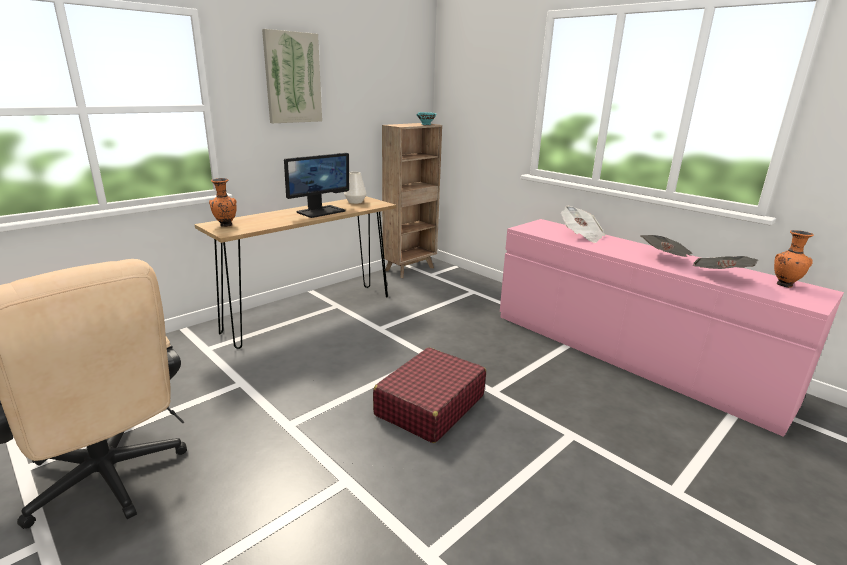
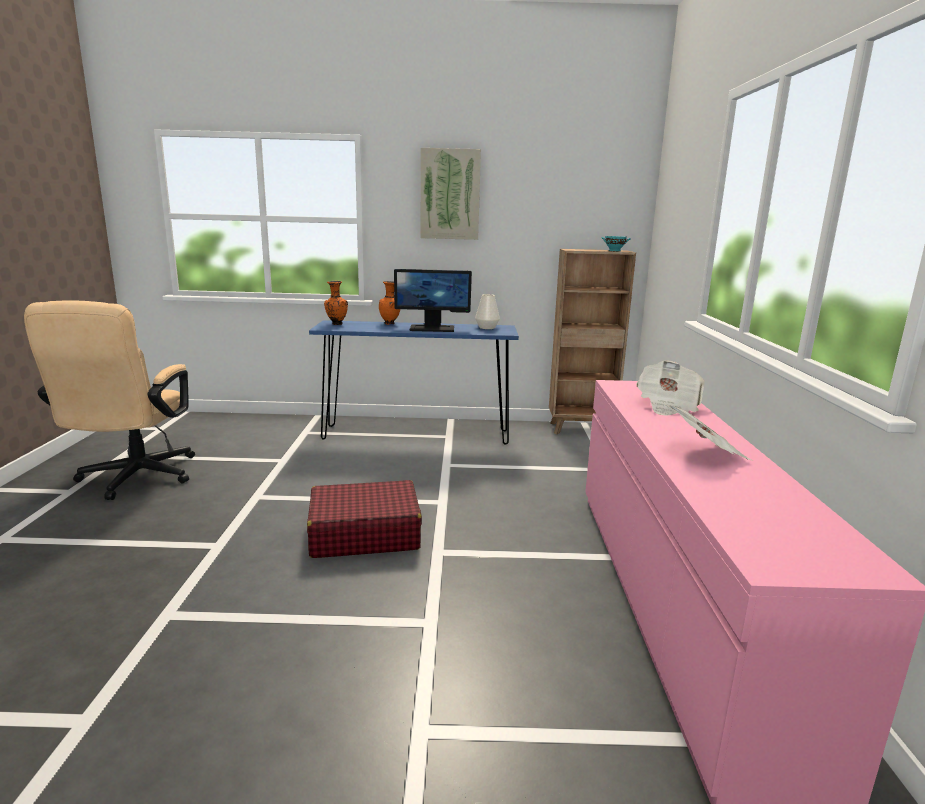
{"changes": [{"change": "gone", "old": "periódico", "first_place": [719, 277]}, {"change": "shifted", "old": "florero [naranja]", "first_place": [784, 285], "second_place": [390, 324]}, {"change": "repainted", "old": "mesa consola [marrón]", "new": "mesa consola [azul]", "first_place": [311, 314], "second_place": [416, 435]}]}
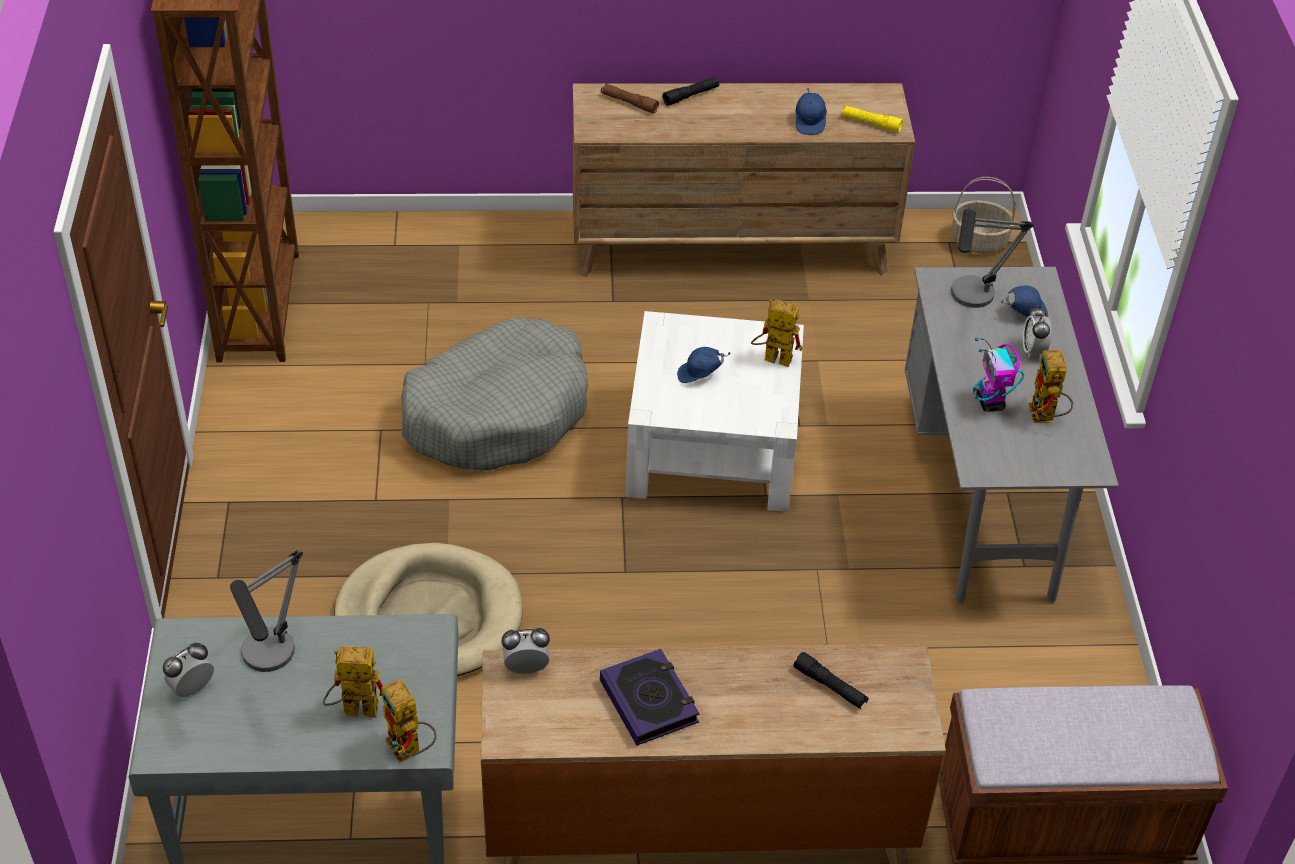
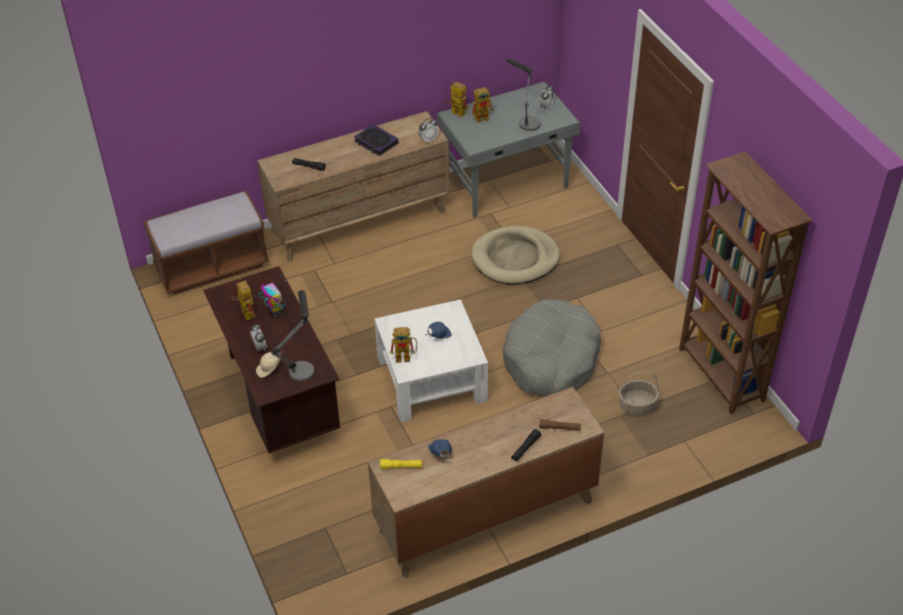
{"changes": [{"change": "shifted", "old": "cesta", "first_place": [979, 241], "second_place": [636, 405]}, {"change": "repainted", "old": "escritorio [gris]", "new": "escritorio [marrón]", "first_place": [983, 496], "second_place": [279, 399]}, {"change": "repainted", "old": "gorra [azul]", "new": "gorra [beis]", "first_place": [1024, 312], "second_place": [269, 369]}]}
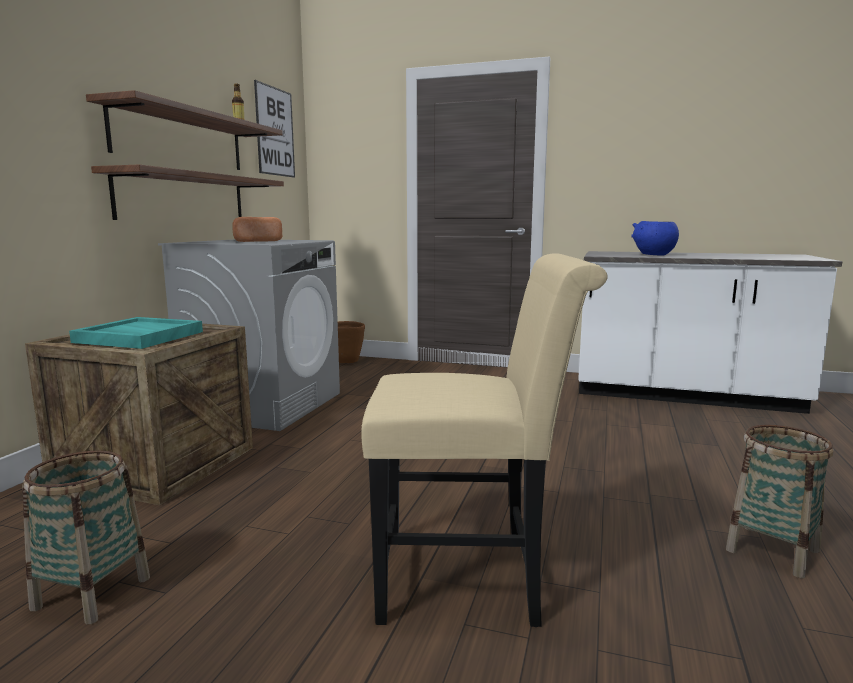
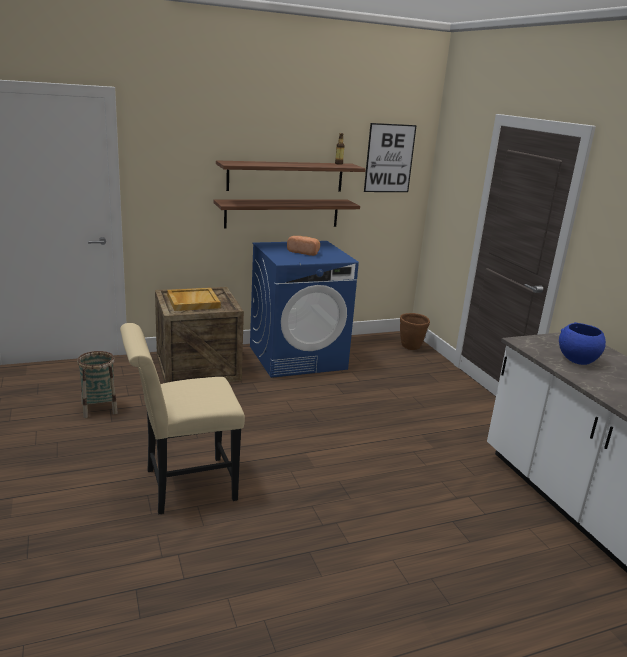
{"changes": [{"change": "gone", "old": "cesta", "first_place": [772, 550]}, {"change": "repainted", "old": "bandeja [turquesa]", "new": "bandeja [beis]", "first_place": [138, 337], "second_place": [192, 301]}, {"change": "repainted", "old": "lavadora [gris]", "new": "lavadora [azul]", "first_place": [264, 405], "second_place": [298, 357]}, {"change": "rotated", "old": "silla [beis]", "first_place": [472, 577], "second_place": [183, 486], "degrees": 105}]}
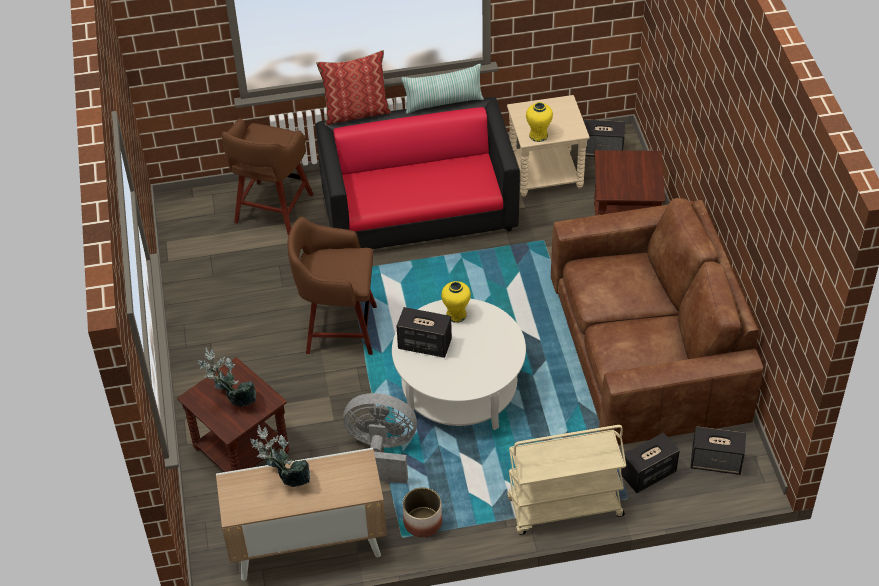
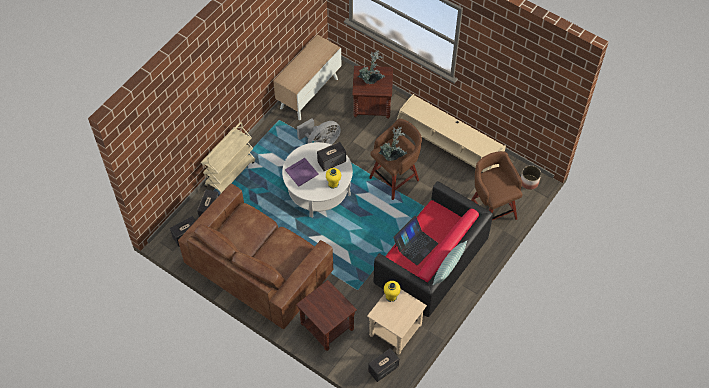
{"changes": [{"change": "gone", "old": "cojín", "first_place": [356, 112]}, {"change": "new", "new": "bandeja [morado]", "second_place": [301, 172]}, {"change": "new", "new": "portátil", "second_place": [415, 245]}, {"change": "new", "new": "mueble de televisión [beis]", "second_place": [448, 146]}, {"change": "shifted", "old": "planta en maceta", "first_place": [285, 479], "second_place": [392, 156]}, {"change": "shifted", "old": "maceta", "first_place": [422, 522], "second_place": [529, 182]}]}
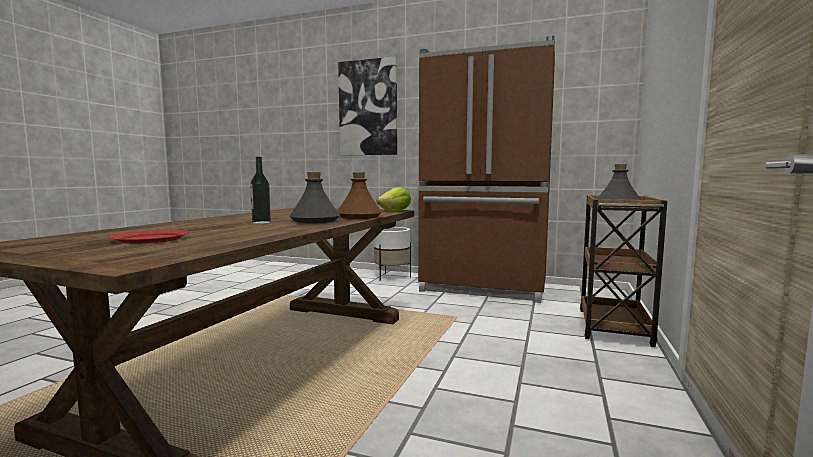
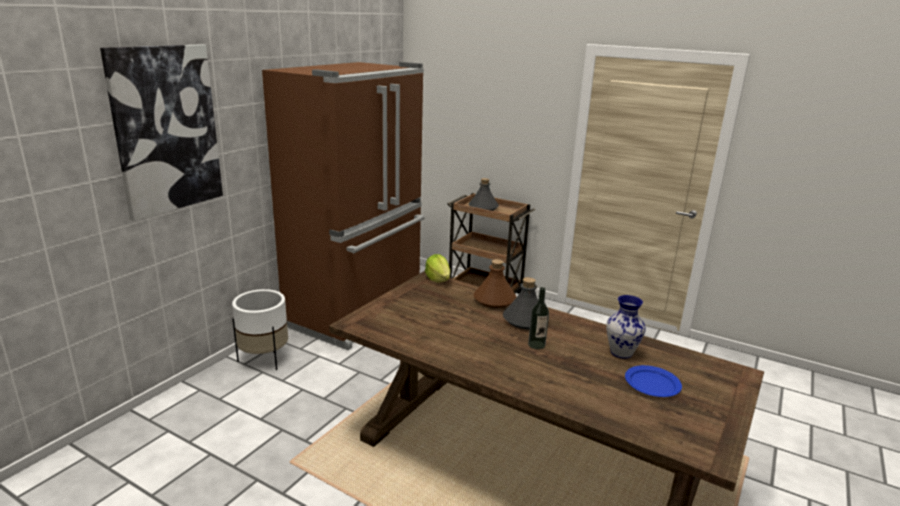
{"changes": [{"change": "new", "new": "florero", "second_place": [620, 352]}, {"change": "repainted", "old": "plato [rojo]", "new": "plato [azul]", "first_place": [151, 239], "second_place": [652, 383]}]}
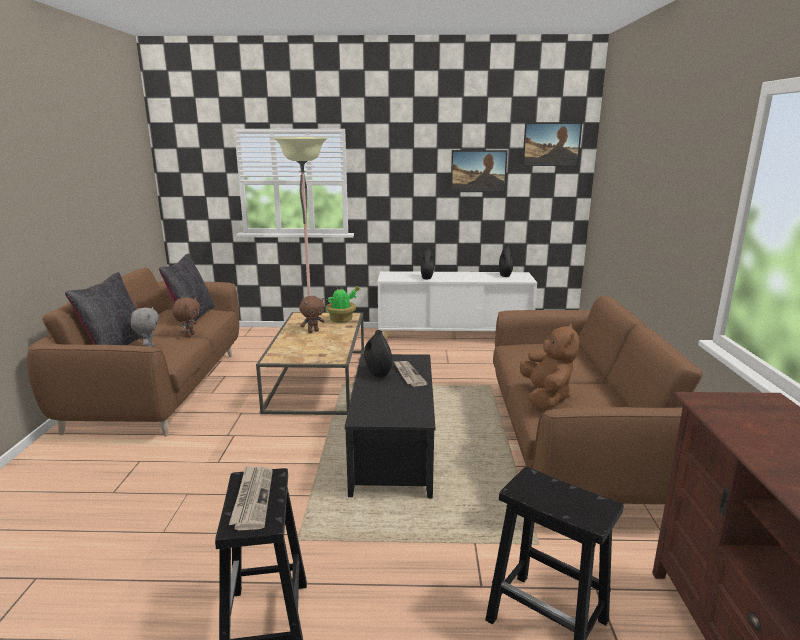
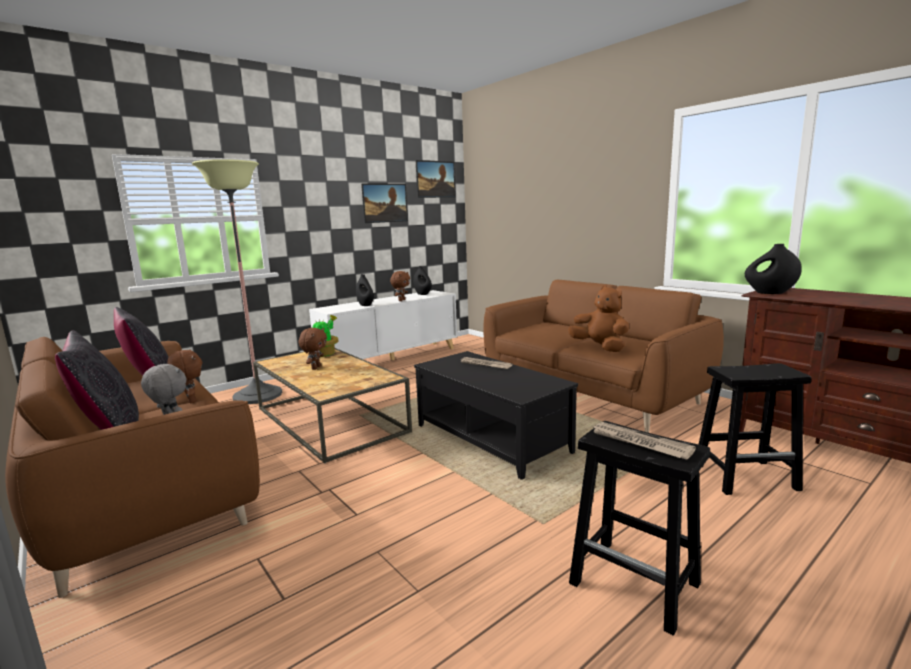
{"changes": [{"change": "new", "new": "peluche [marrón]", "second_place": [401, 300]}, {"change": "shifted", "old": "florero [negro]", "first_place": [377, 373], "second_place": [770, 293]}]}
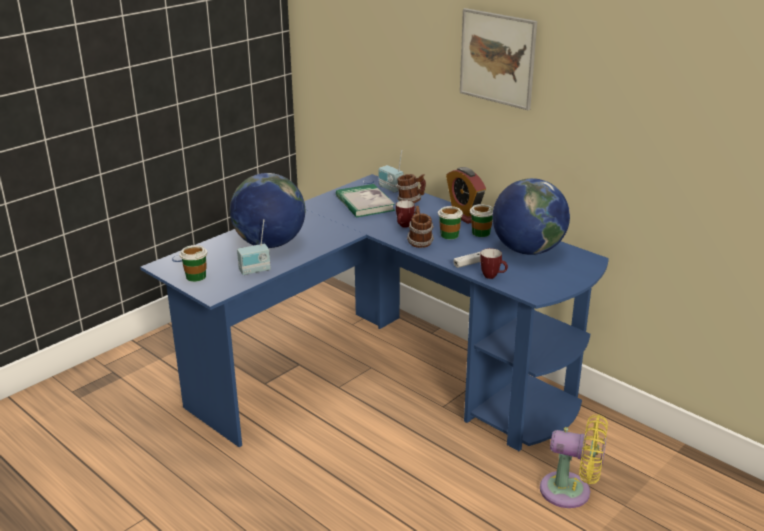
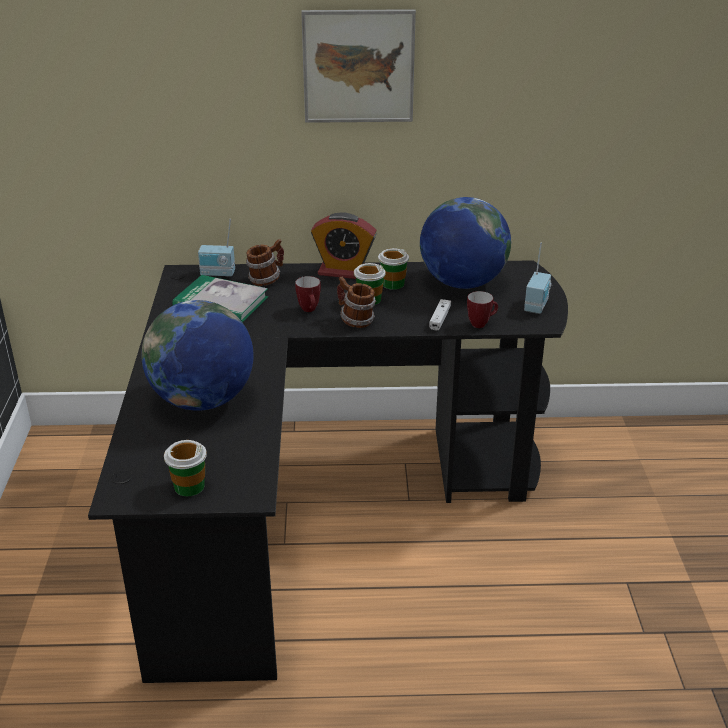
{"changes": [{"change": "gone", "old": "ventilador [amarillo]", "first_place": [571, 492]}, {"change": "shifted", "old": "radio", "first_place": [255, 271], "second_place": [537, 306]}, {"change": "repainted", "old": "escritorio [azul]", "new": "escritorio [negro]", "first_place": [384, 379], "second_place": [317, 506]}]}
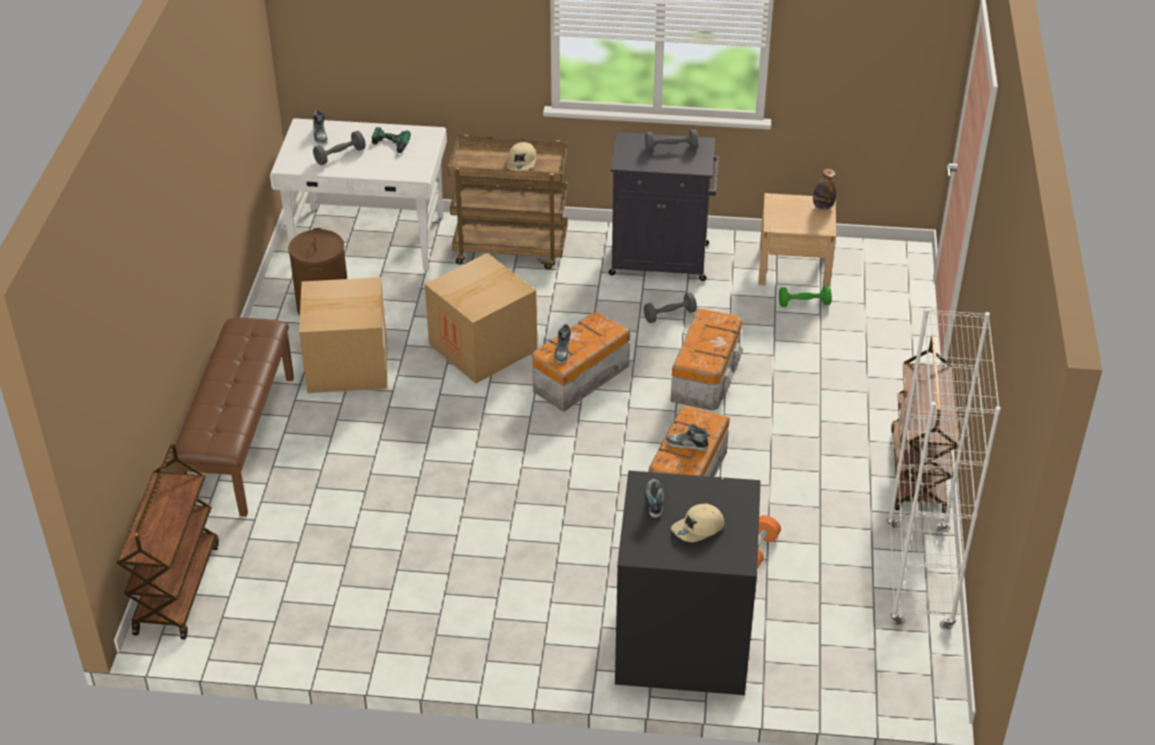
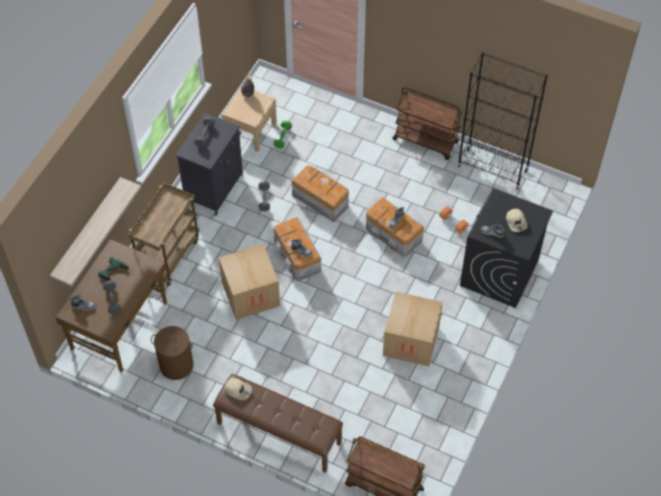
{"changes": [{"change": "new", "new": "estante", "second_place": [87, 231]}, {"change": "shifted", "old": "caja de cartón", "first_place": [347, 364], "second_place": [411, 340]}, {"change": "shifted", "old": "gorra [beis]", "first_place": [522, 162], "second_place": [238, 390]}, {"change": "repainted", "old": "escritorio [blanco]", "new": "escritorio [marrón]", "first_place": [369, 239], "second_place": [120, 325]}, {"change": "repainted", "old": "estantería [blanco]", "new": "estantería [negro]", "first_place": [918, 578], "second_place": [492, 168]}]}
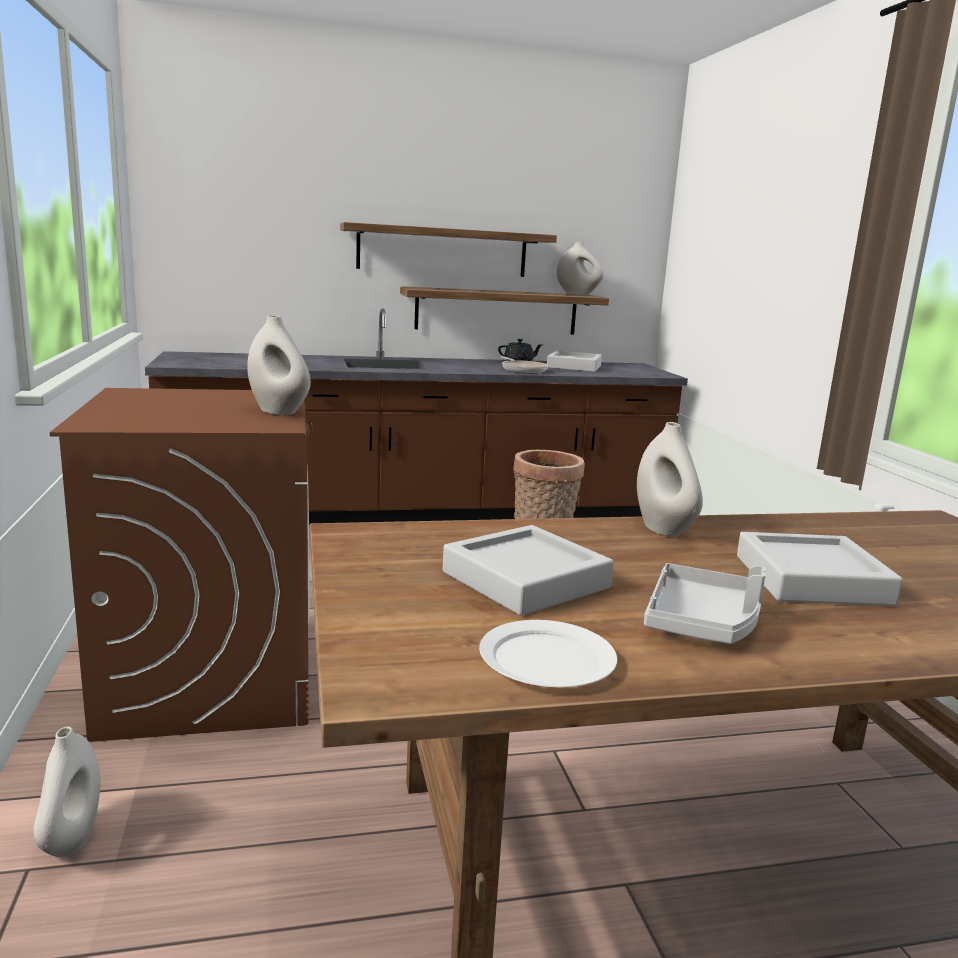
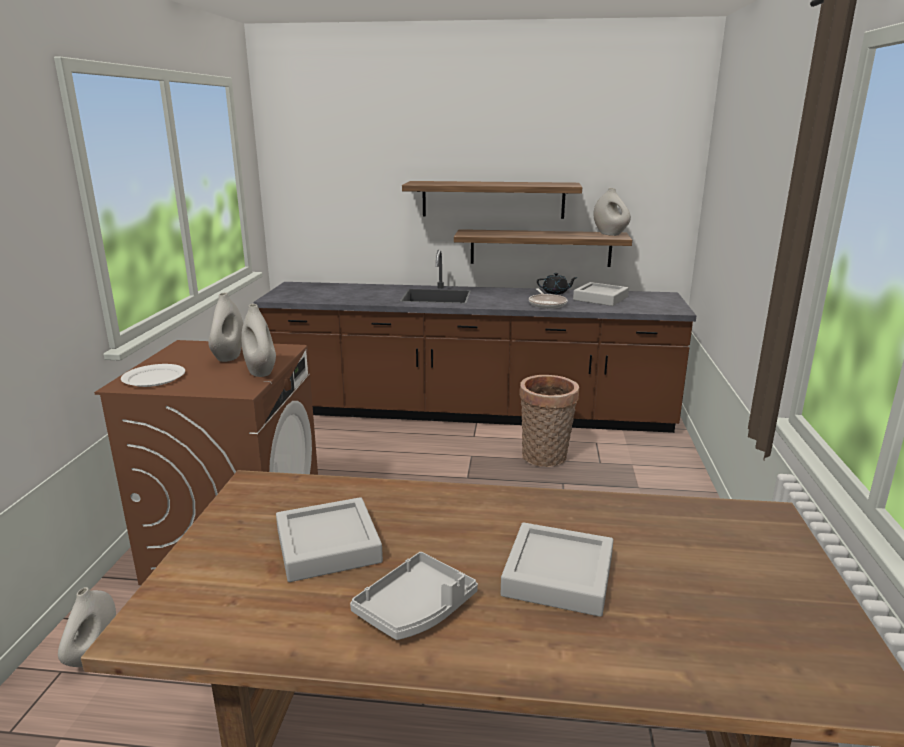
{"changes": [{"change": "shifted", "old": "plato [blanco]", "first_place": [546, 659], "second_place": [154, 378]}, {"change": "shifted", "old": "florero [blanco]", "first_place": [663, 529], "second_place": [229, 357]}]}
